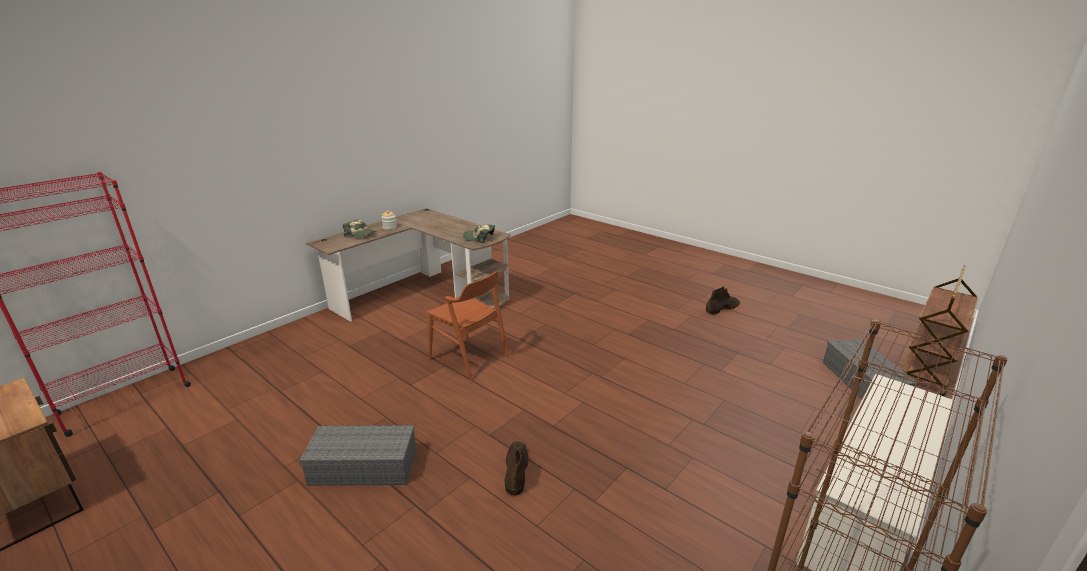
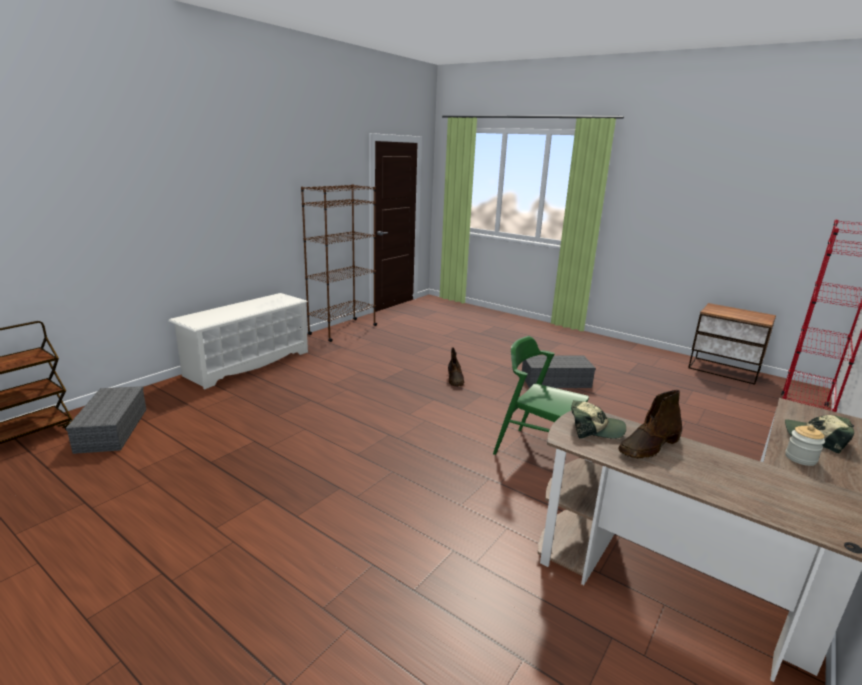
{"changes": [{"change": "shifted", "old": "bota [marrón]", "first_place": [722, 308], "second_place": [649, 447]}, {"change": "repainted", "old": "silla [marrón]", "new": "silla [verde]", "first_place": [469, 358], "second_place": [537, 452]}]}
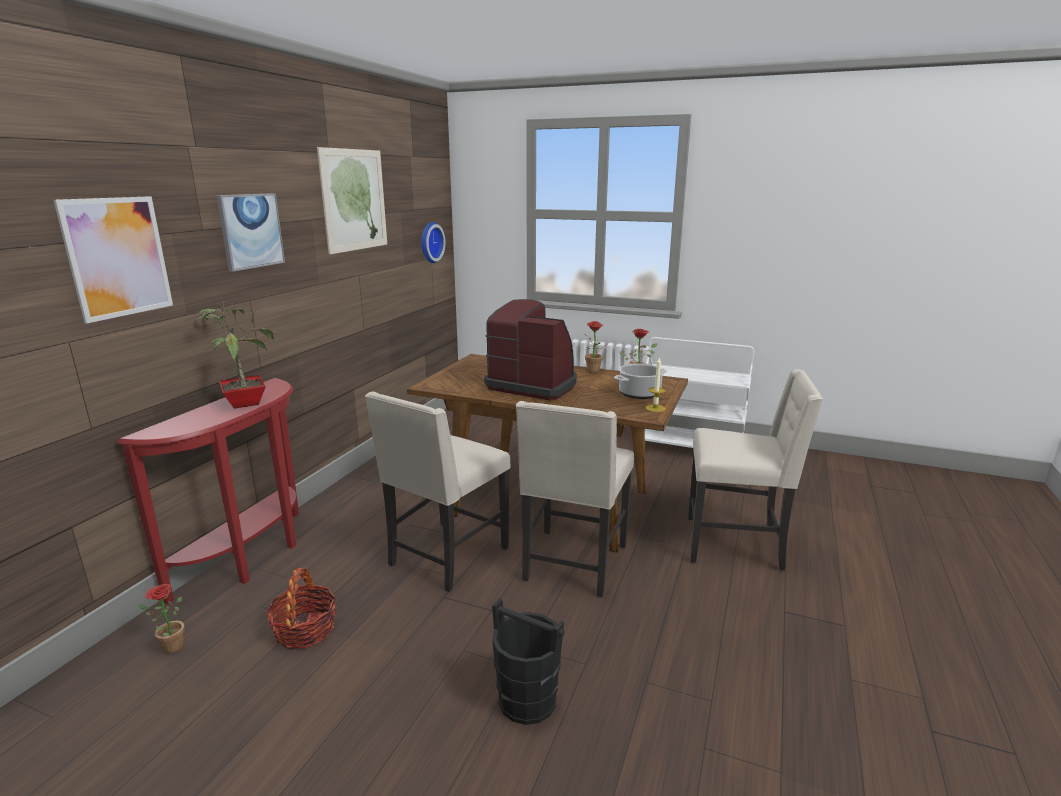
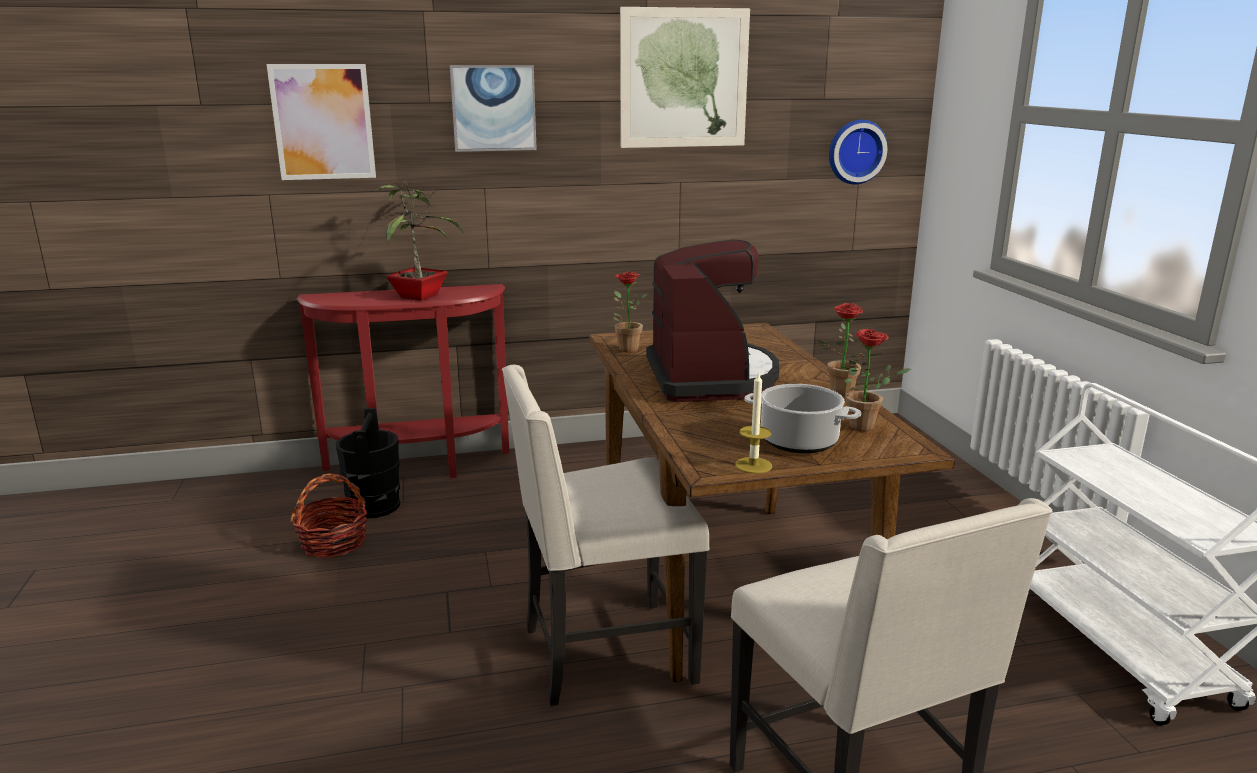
{"changes": [{"change": "gone", "old": "silla [beis]", "first_place": [446, 557]}, {"change": "shifted", "old": "planta en maceta", "first_place": [169, 648], "second_place": [625, 348]}, {"change": "shifted", "old": "cubo [negro]", "first_place": [527, 700], "second_place": [374, 506]}]}
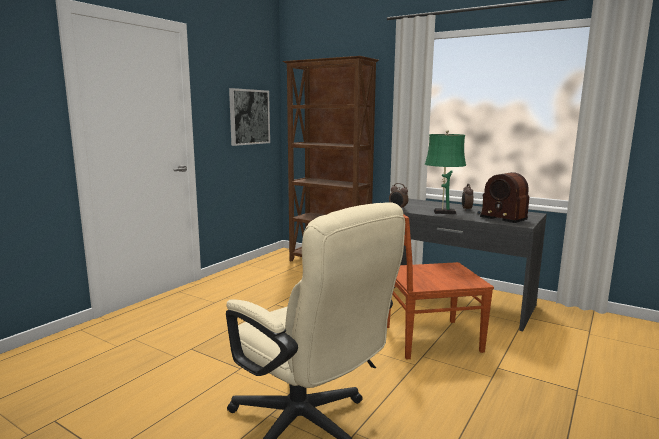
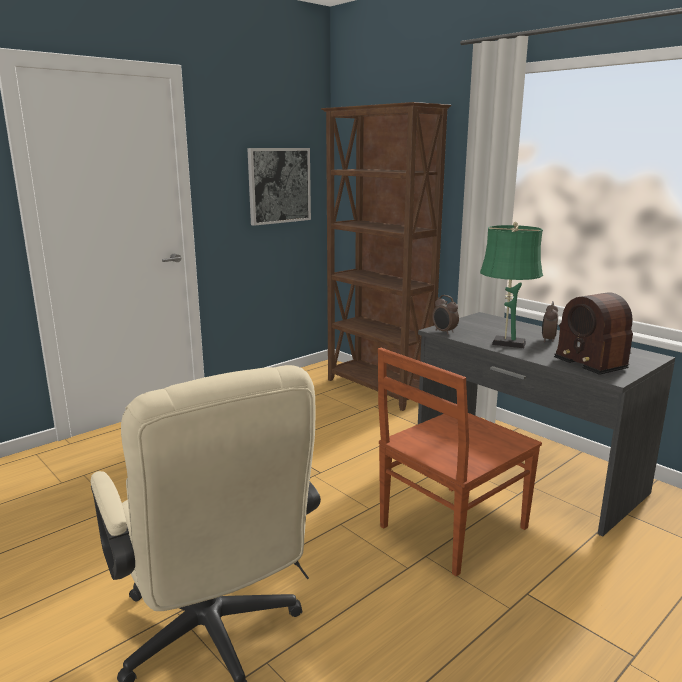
{"changes": [{"change": "rotated", "old": "silla [marrón]", "first_place": [429, 338], "second_place": [450, 528], "degrees": -45}]}
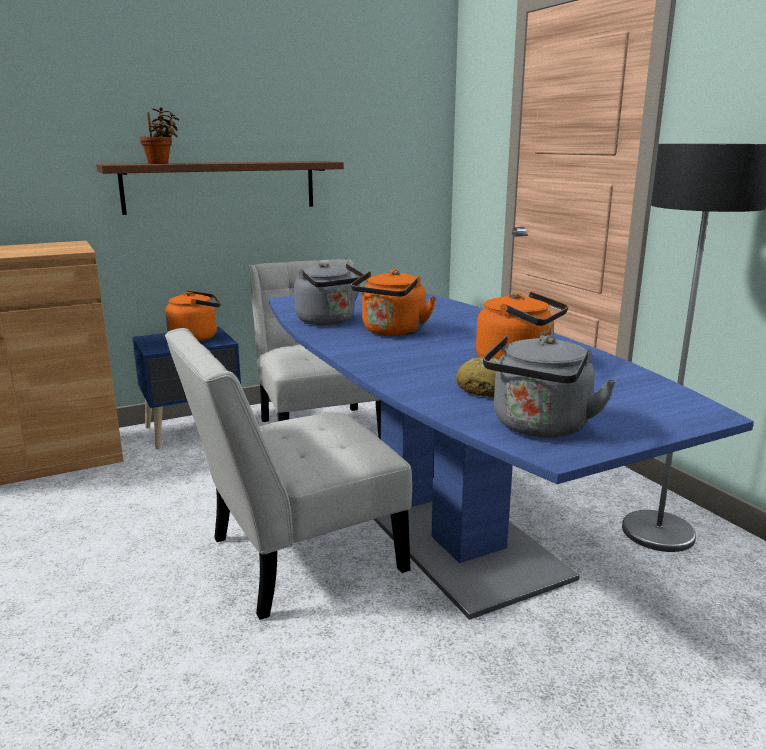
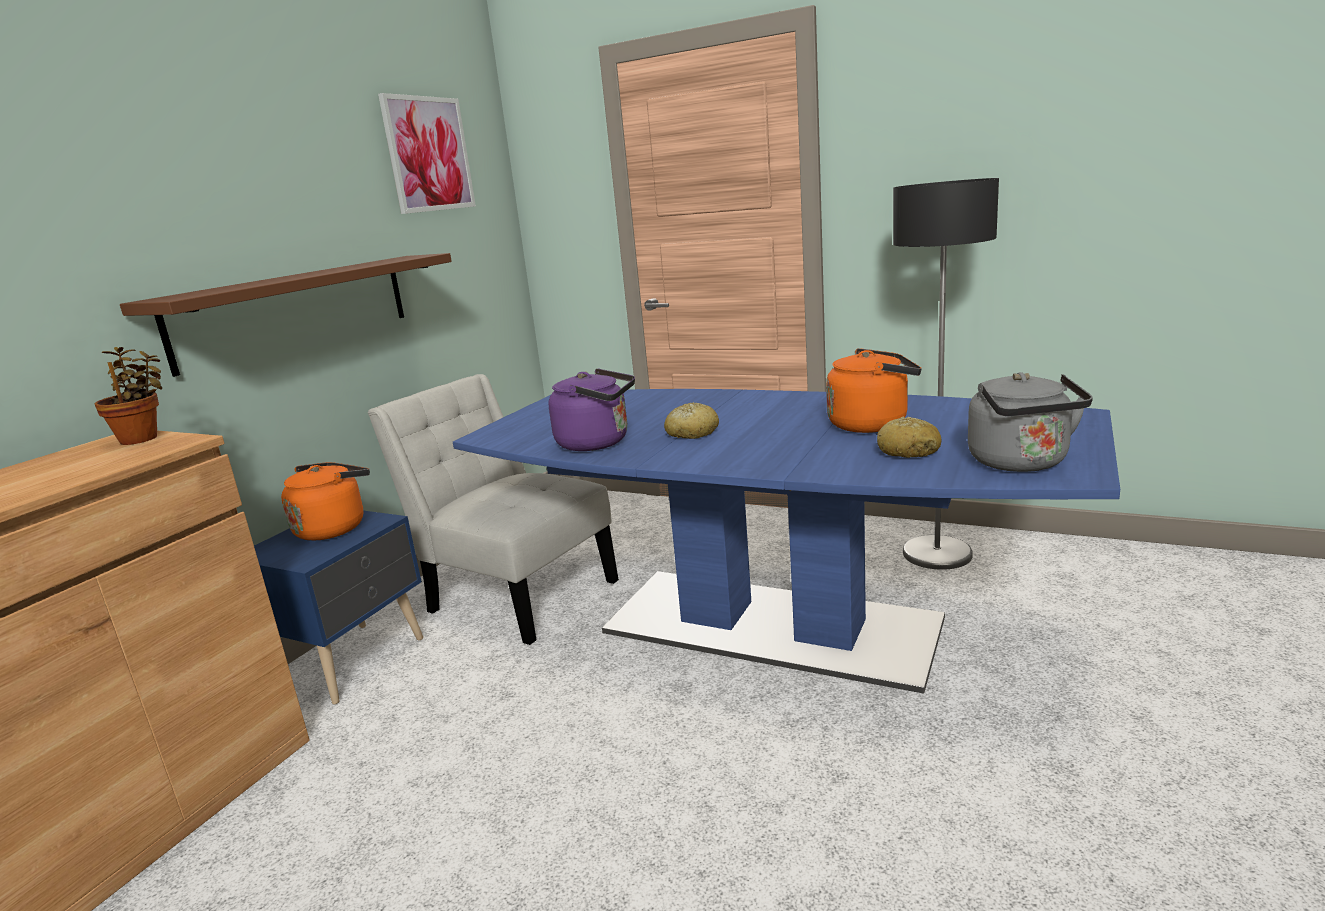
{"changes": [{"change": "gone", "old": "silla [blanco]", "first_place": [295, 558]}, {"change": "new", "new": "cuadro", "second_place": [428, 154]}, {"change": "shifted", "old": "planta en maceta", "first_place": [161, 163], "second_place": [143, 438]}, {"change": "swapped", "old": "hervidor [naranja]", "new": "pan", "first_place": [392, 332], "second_place": [692, 433]}, {"change": "repainted", "old": "hervidor [gris]", "new": "hervidor [morado]", "first_place": [328, 321], "second_place": [598, 443]}]}
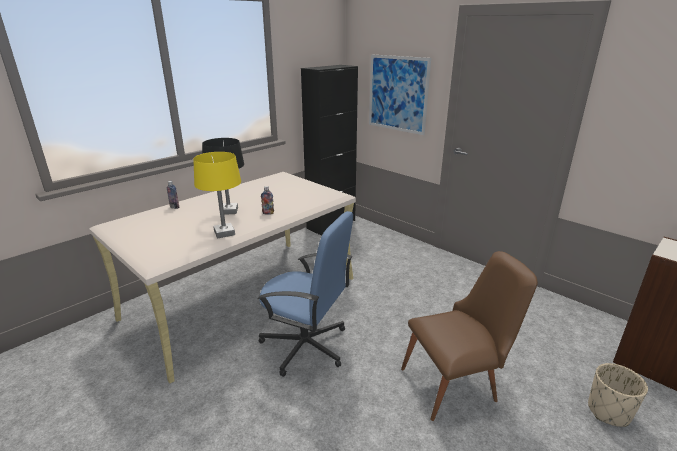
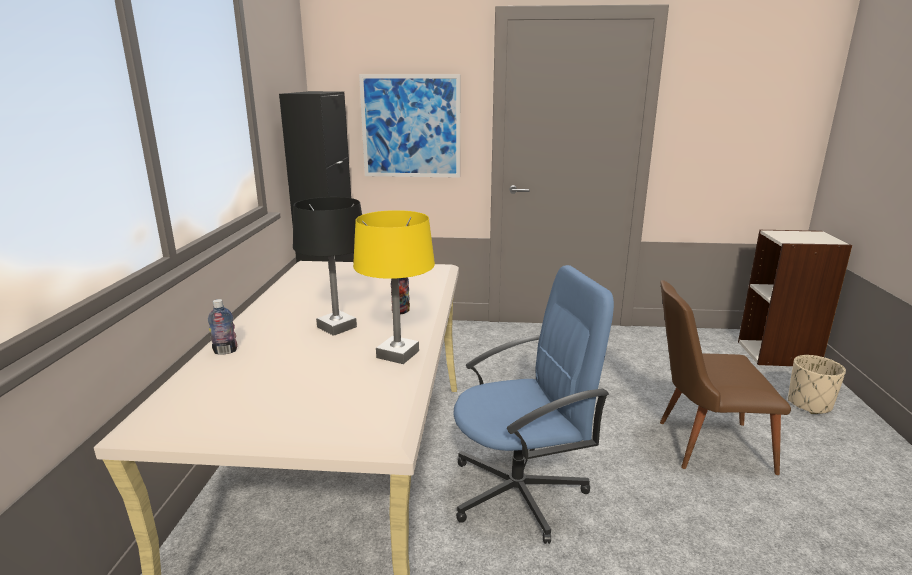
{"changes": [{"change": "rotated", "old": "silla [marrón]", "first_place": [457, 384], "second_place": [701, 444], "degrees": -120}]}
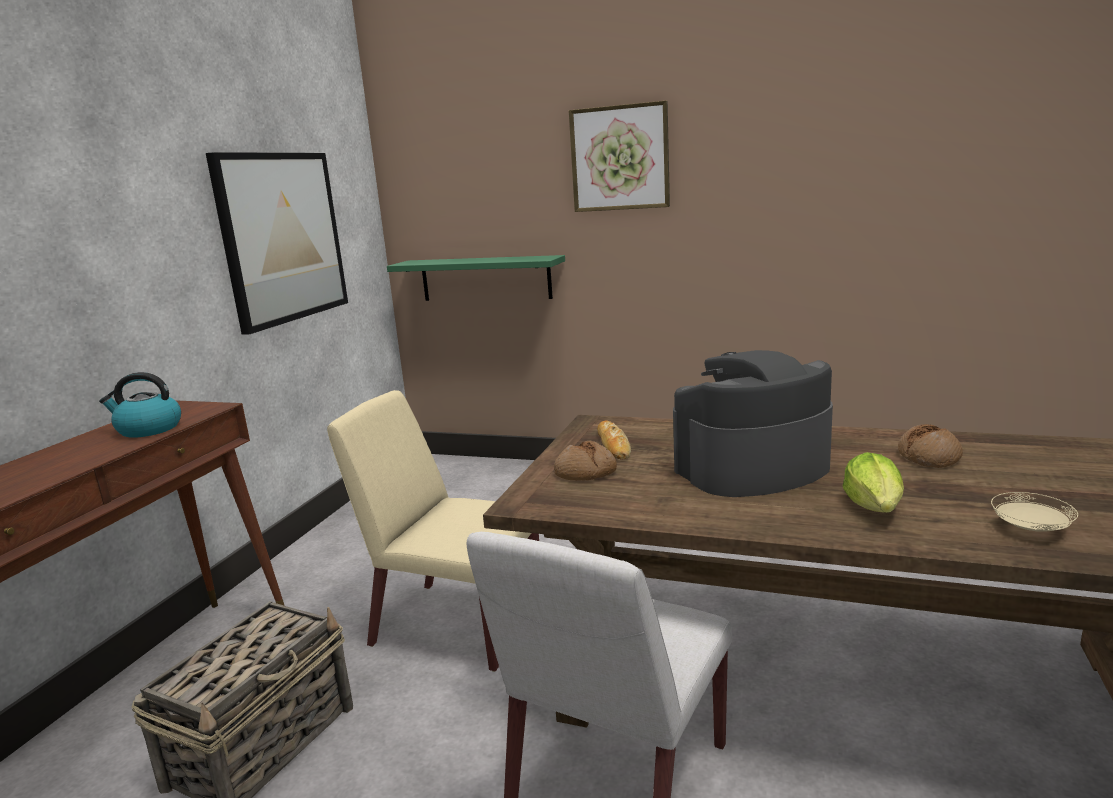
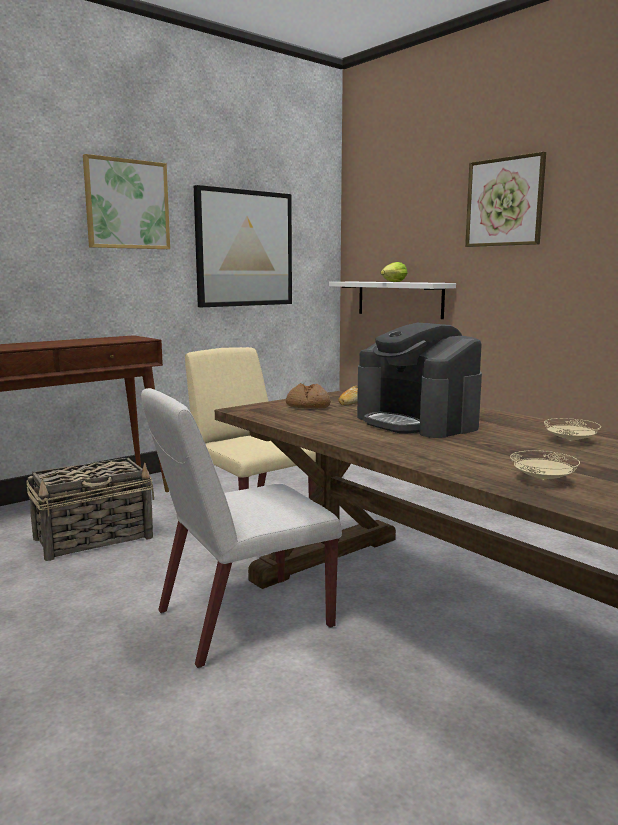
{"changes": [{"change": "gone", "old": "hervidor", "first_place": [148, 429]}, {"change": "new", "new": "cuadro", "second_place": [127, 204]}, {"change": "shifted", "old": "lechuga", "first_place": [875, 507], "second_place": [393, 282]}, {"change": "swapped", "old": "pan", "new": "plato [beis]", "first_place": [929, 457], "second_place": [570, 441]}, {"change": "repainted", "old": "estante [verde]", "new": "estante [blanco]", "first_place": [485, 278], "second_place": [399, 299]}, {"change": "rotated", "old": "cafetera", "first_place": [751, 468], "second_place": [417, 422], "degrees": -135}]}
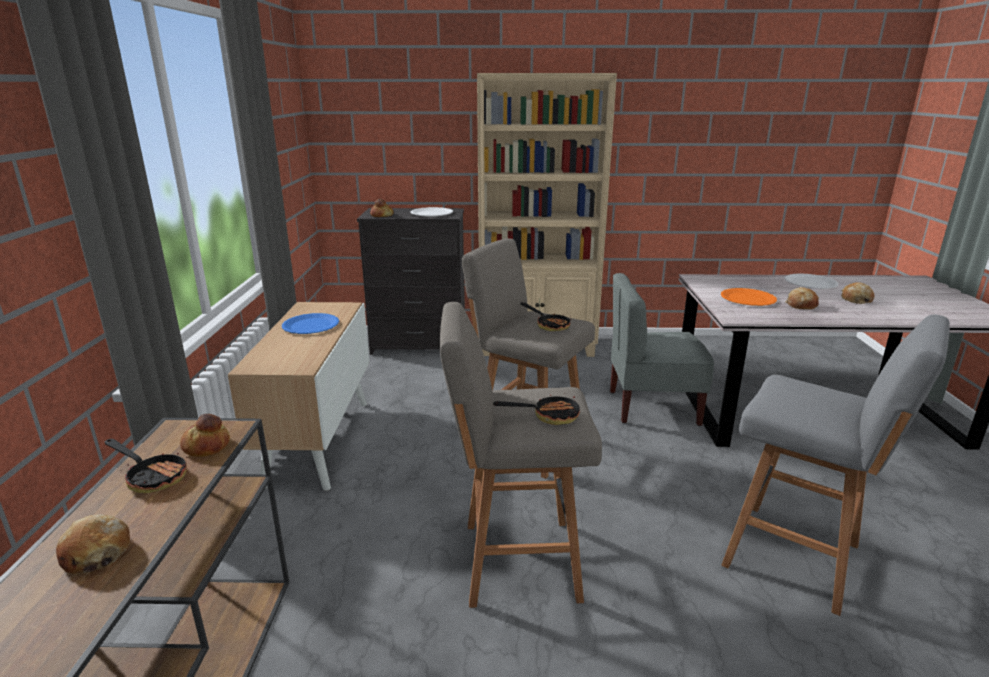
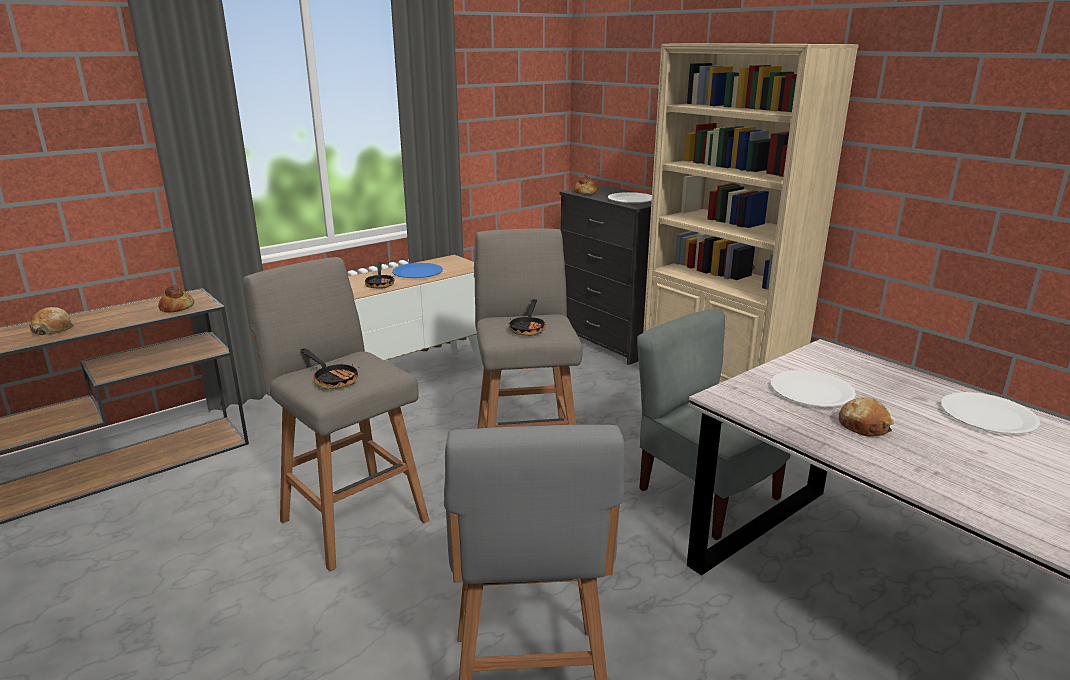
{"changes": [{"change": "gone", "old": "pan", "first_place": [856, 299]}, {"change": "shifted", "old": "sartén", "first_place": [152, 476], "second_place": [380, 283]}, {"change": "repainted", "old": "plato [naranja]", "new": "plato [blanco]", "first_place": [747, 299], "second_place": [811, 391]}]}
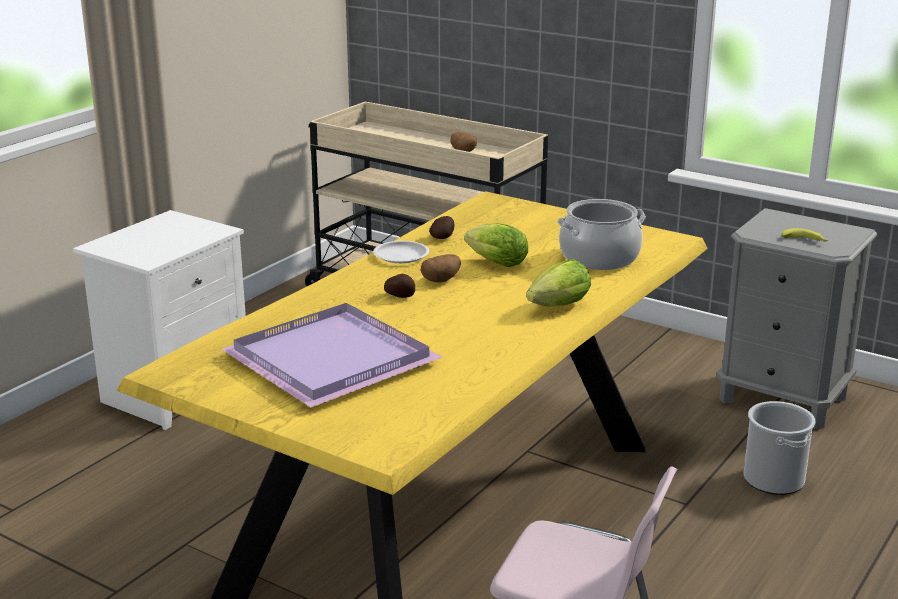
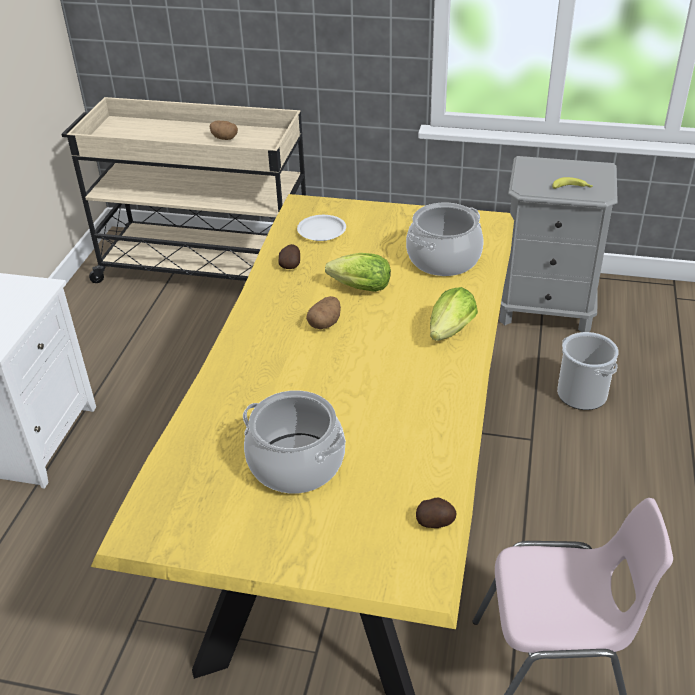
{"changes": [{"change": "shifted", "old": "plato [blanco]", "first_place": [401, 255], "second_place": [322, 231]}, {"change": "shifted", "old": "patata", "first_place": [400, 296], "second_place": [435, 522]}, {"change": "swapped", "old": "bandeja [morado]", "new": "olla", "first_place": [335, 360], "second_place": [297, 463]}]}
